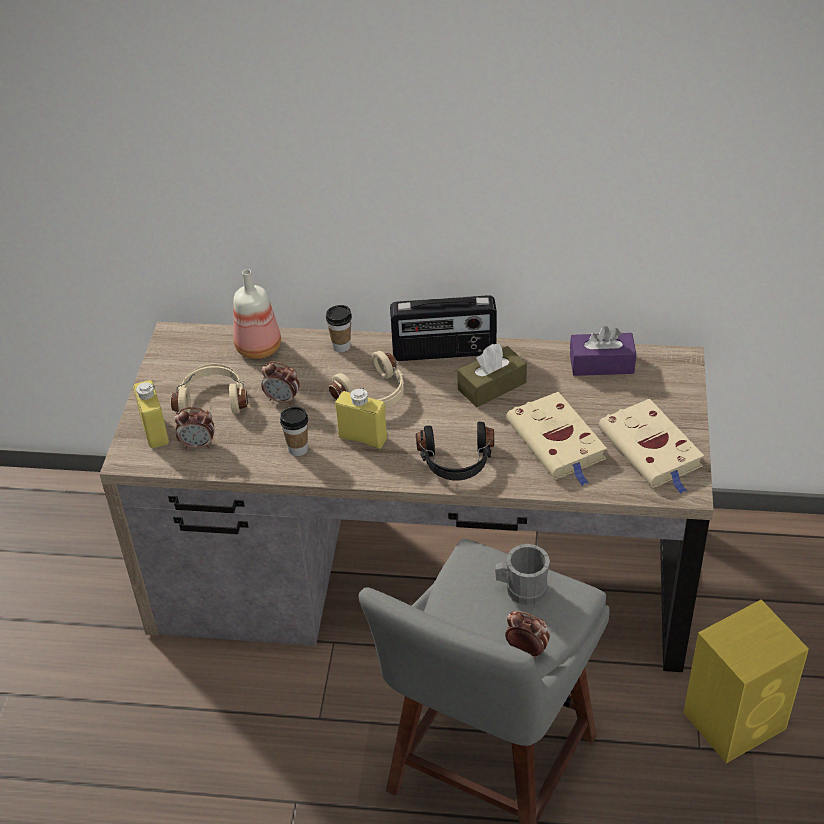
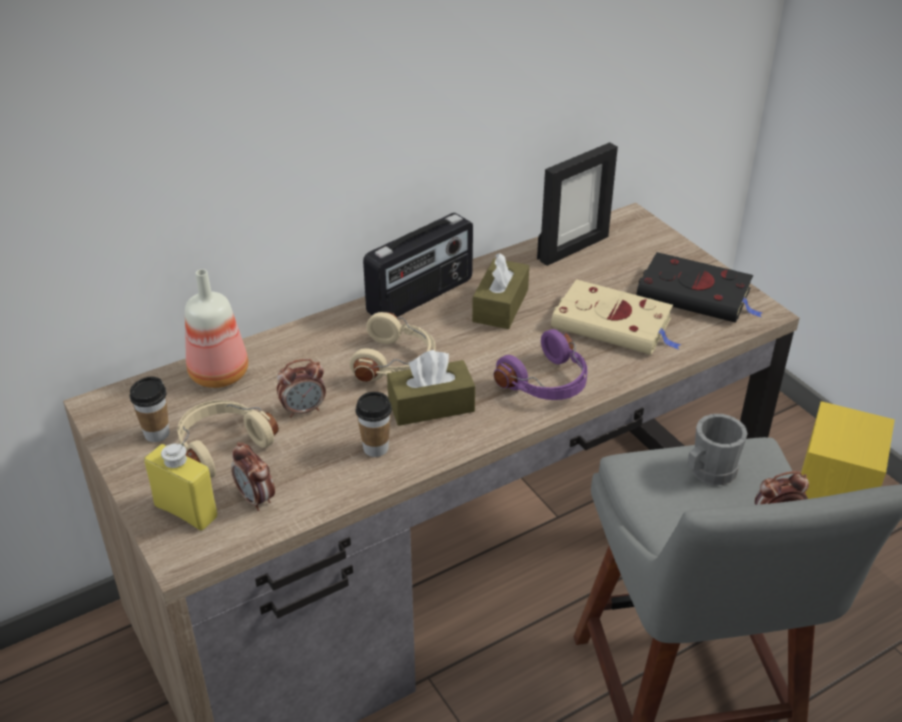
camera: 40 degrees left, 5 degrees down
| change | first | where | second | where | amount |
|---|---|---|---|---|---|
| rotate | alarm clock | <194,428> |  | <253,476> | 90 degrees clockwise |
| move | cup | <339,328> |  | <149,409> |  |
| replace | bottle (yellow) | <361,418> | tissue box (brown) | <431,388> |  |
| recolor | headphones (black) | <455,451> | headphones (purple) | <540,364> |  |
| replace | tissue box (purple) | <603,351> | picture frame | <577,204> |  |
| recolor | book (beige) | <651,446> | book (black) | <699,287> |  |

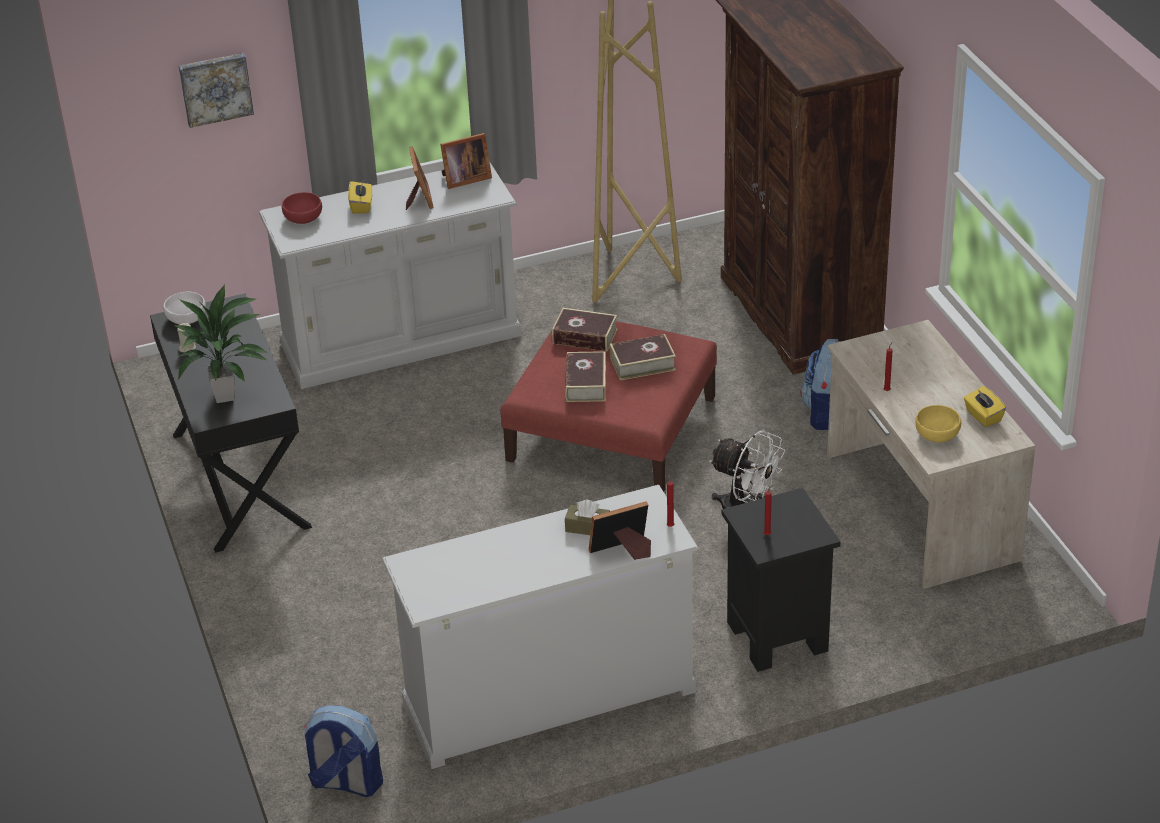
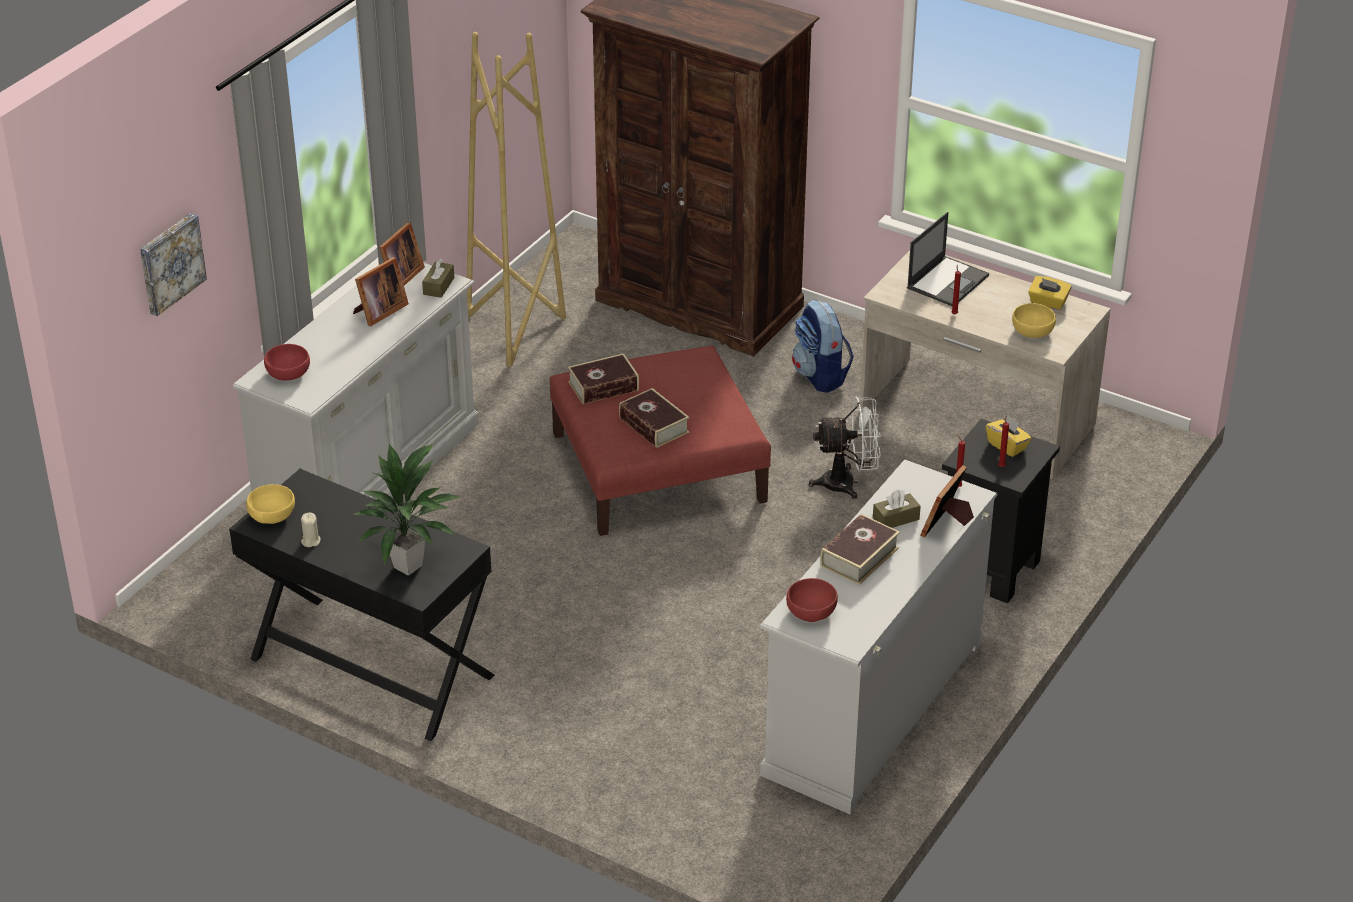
camera: 40 degrees left, 0 degrees up
| change | first | where | second | where | amount |
|---|---|---|---|---|---|
| recolor | bowl (white) | <184,308> | bowl (yellow) | <270,504> |  |
| delete | backpack | <343,751> |  |  |  |
| move | tissue box (yellow) | <360,196> |  | <1008,436> |  |
| rotate | picture frame | <420,178> |  | <381,291> | 90 degrees clockwise |
| move | book | <643,357> |  | <860,549> |  |
| insert |  |  | tissue box (brown) | <438,278> |  |
| insert |  |  | bowl (red) | <812,600> |  |
| insert |  |  | laptop | <948,259> |  |

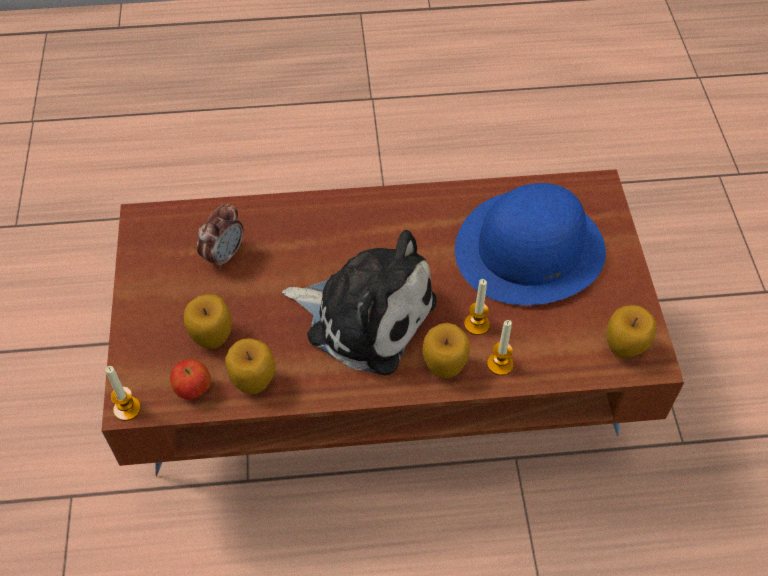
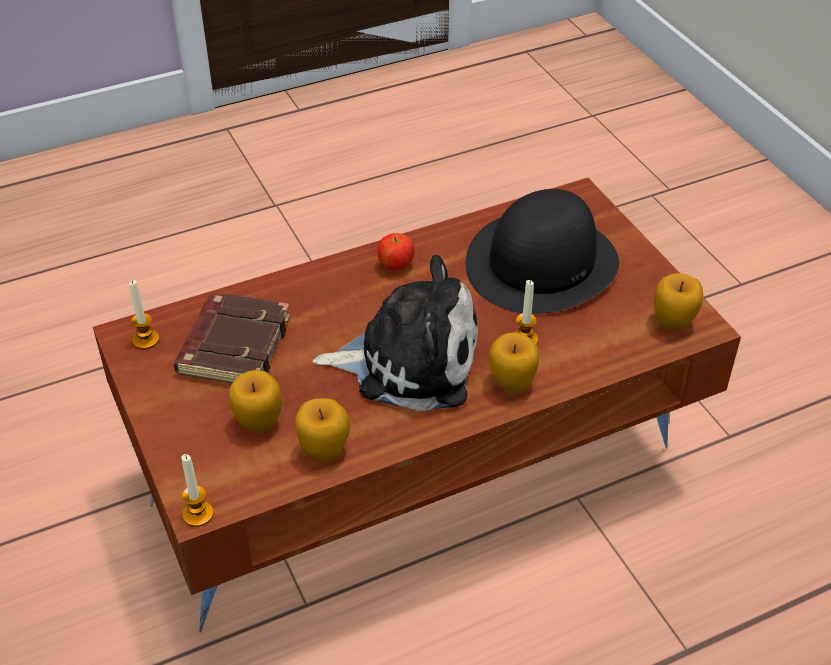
camera: 20 degrees left, 10 degrees down
| change | first | where | second | where | amount |
|---|---|---|---|---|---|
| move | apple | <190,379> |  | <396,251> |  |
| replace | alarm clock | <220,236> | book (brown) | <232,338> |  |
| recolor | hat (blue) | <530,244> | hat (black) | <542,251> |  |
| move | candle | <500,348> |  | <144,314> |  |

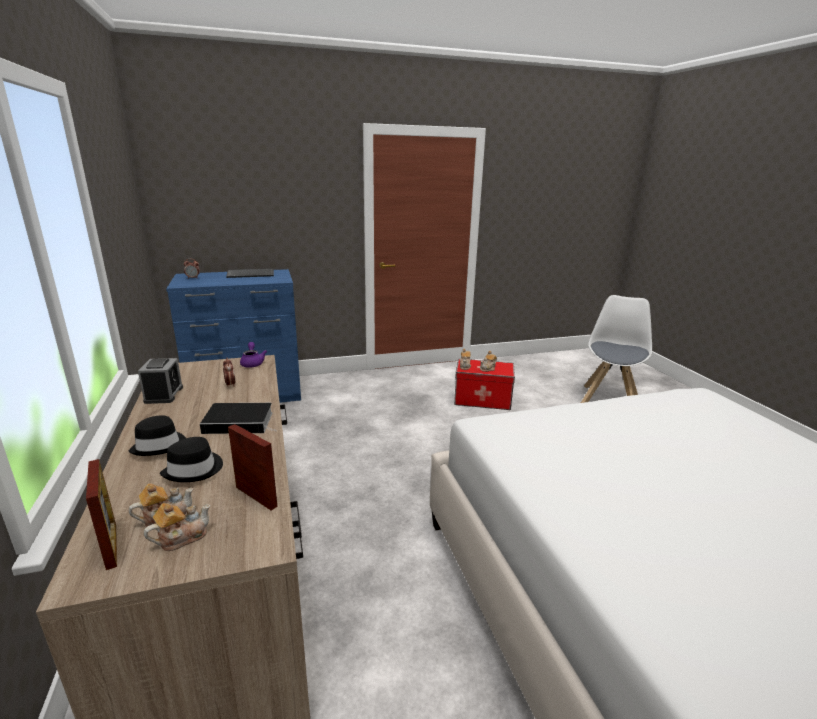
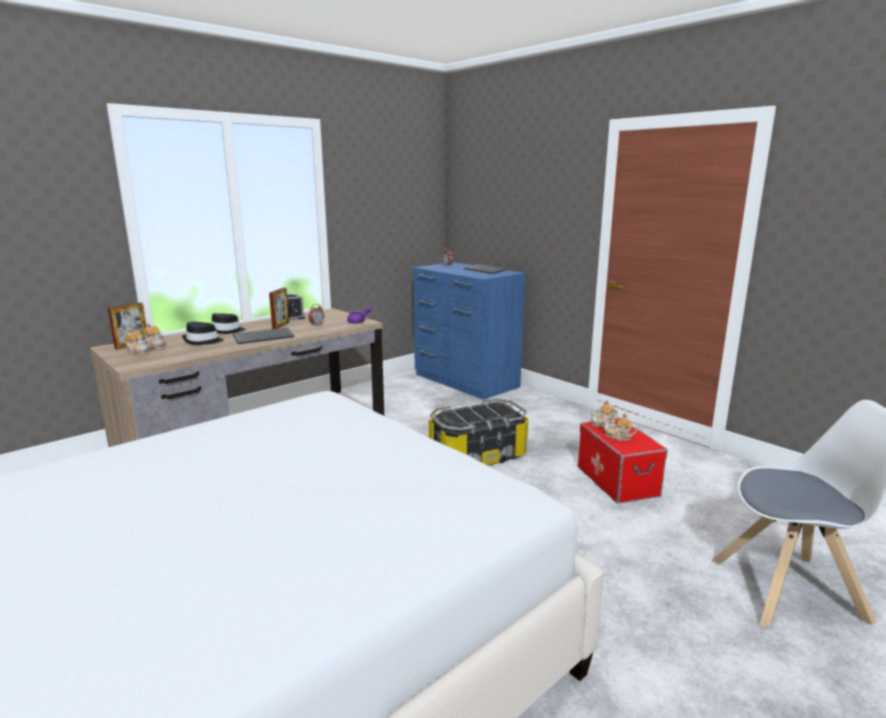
camera: 65 degrees right, 5 degrees down
| change | first | where | second | where | amount |
|---|---|---|---|---|---|
| replace | book | <237,418> | keyboard | <263,336> |  |
| move | picture frame | <253,467> |  | <279,308> |  |
| insert |  |  | storage box | <478,432> |  |

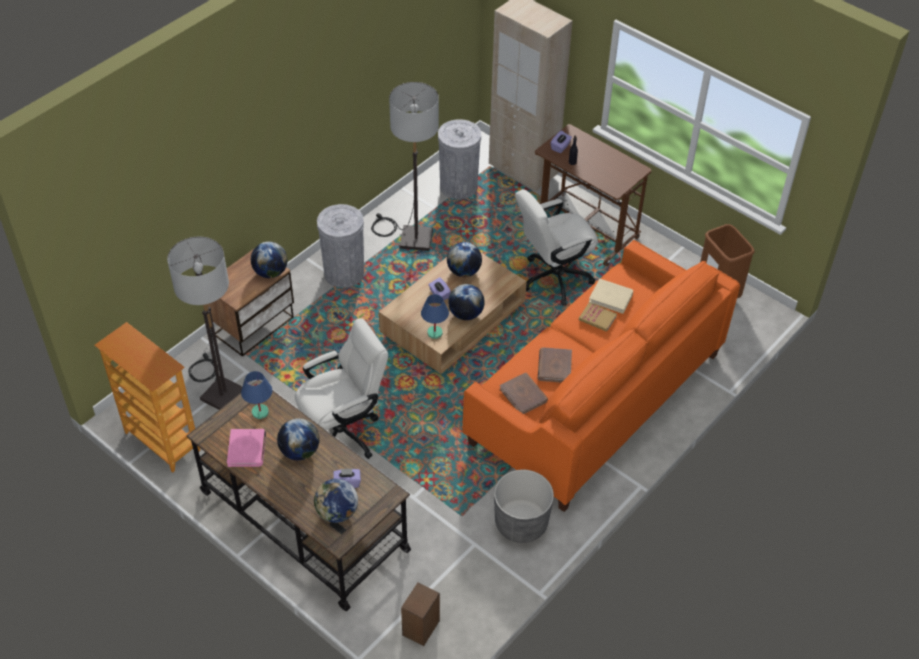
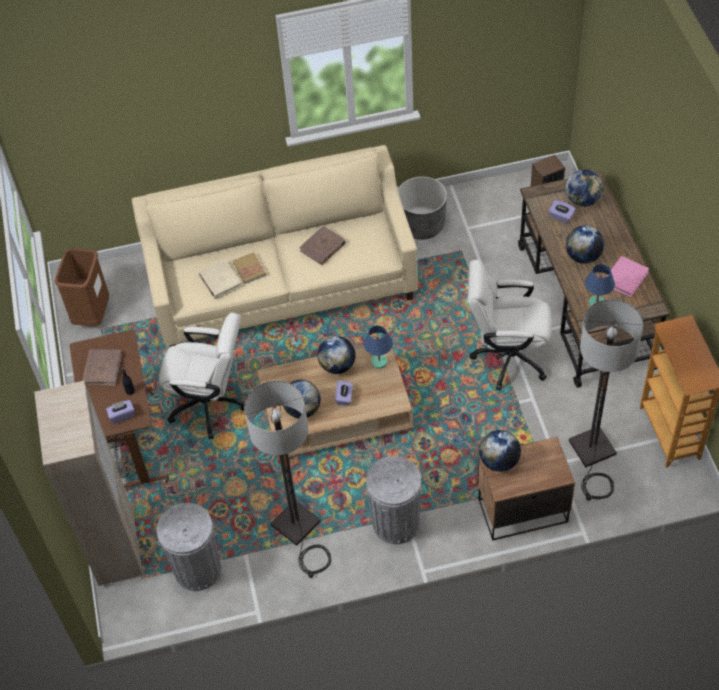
camera: 140 degrees left, 5 degrees up
| change | first | where | second | where | amount |
|---|---|---|---|---|---|
| recolor | sofa (orange) | <601,376> | sofa (beige) | <275,246> |  |
| move | book (brown) | <524,393> |  | <102,367> |  |

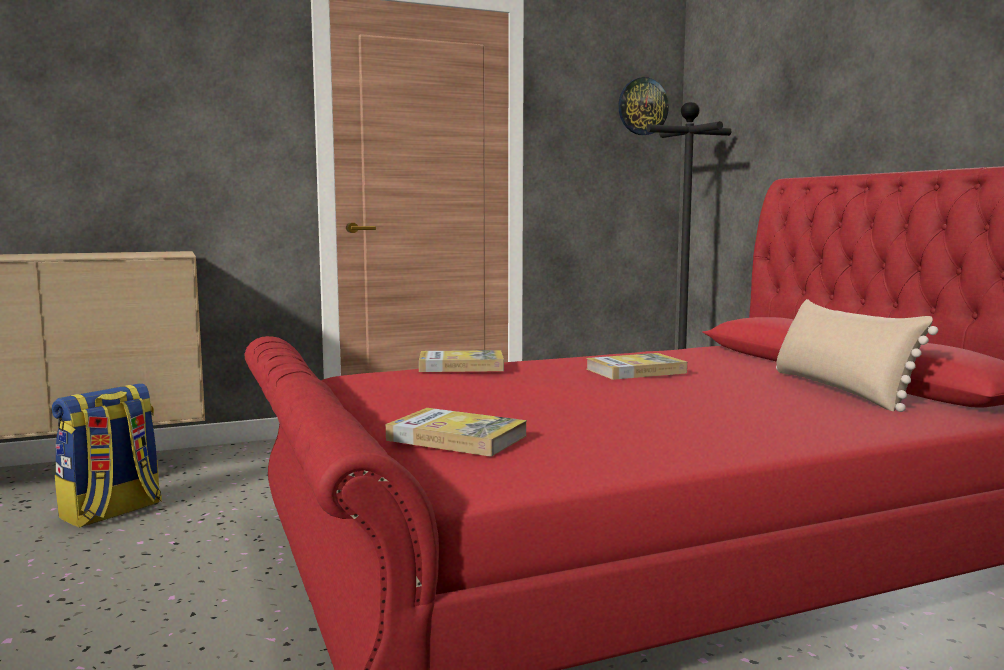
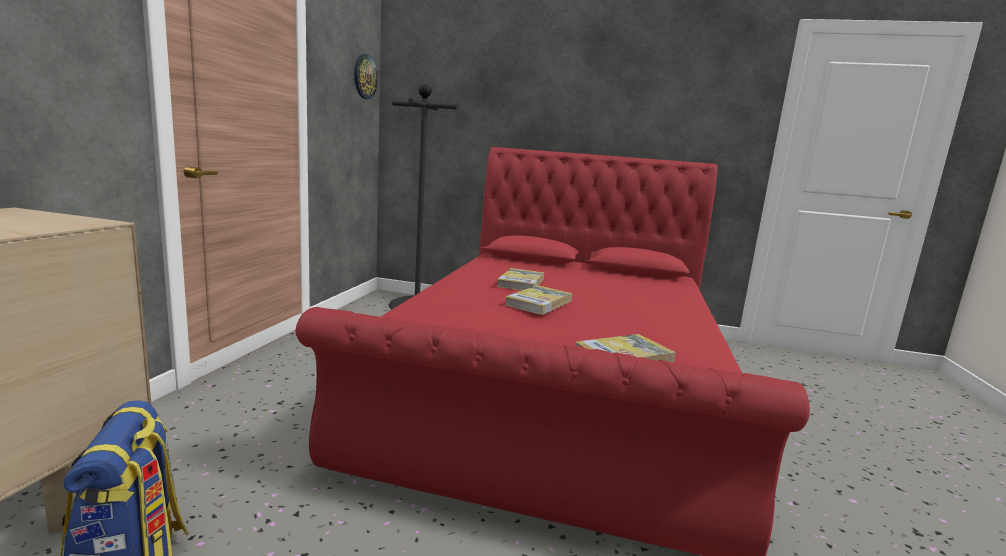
camera: 55 degrees left, 5 degrees up
| change | first | where | second | where | amount |
|---|---|---|---|---|---|
| move | book | <461,361> |  | <538,300> |  |
| delete | pillow (beige) | <857,355> |  |  |  |

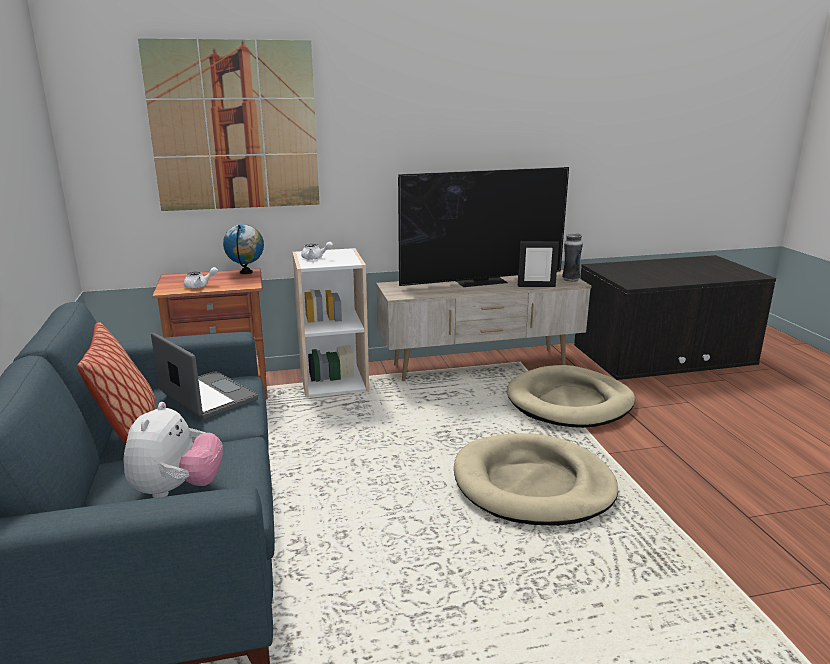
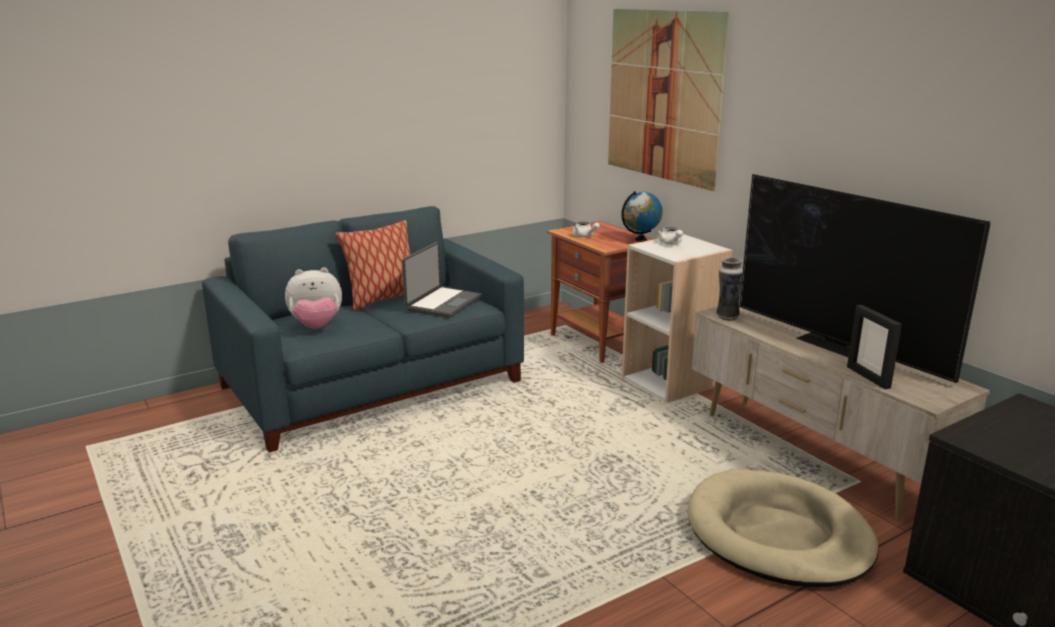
camera: 70 degrees right, 0 degrees up
| change | first | where | second | where | amount |
|---|---|---|---|---|---|
| delete | dog bed (beige) | <536,479> |  |  |  |
| move | vase | <572,257> |  | <729,289> |  |

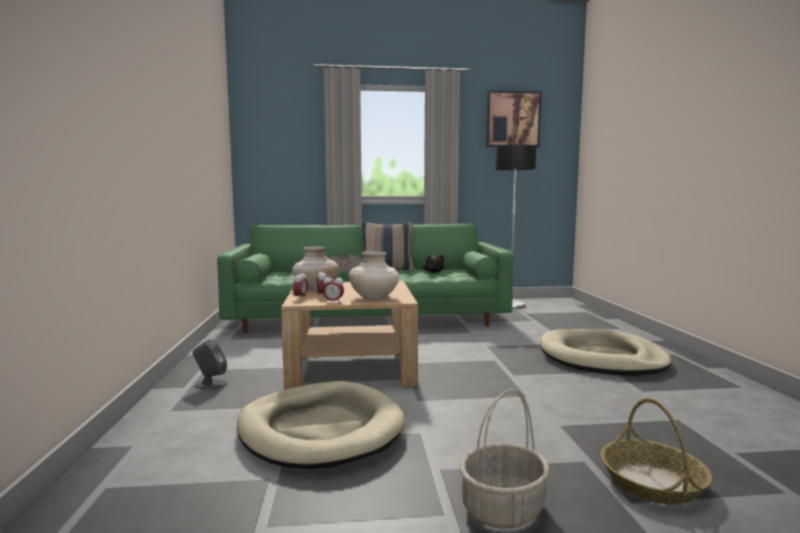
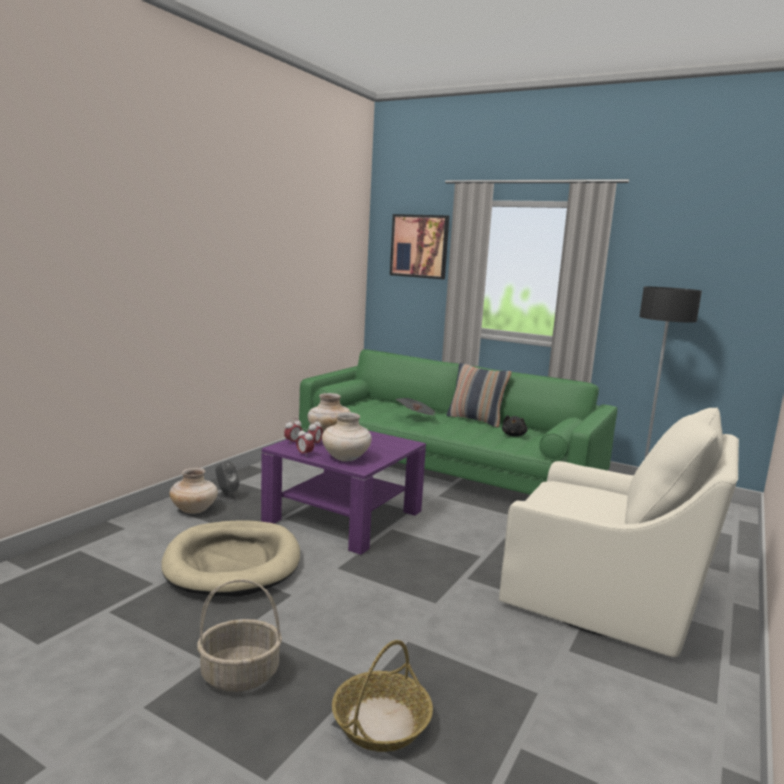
camera: 35 degrees right, 5 degrees up
| change | first | where | second | where | amount |
|---|---|---|---|---|---|
| recolor | coffee table (brown) | <349,335> | coffee table (purple) | <343,493> |  |
| move | picture | <514,119> |  | <419,246> |  |
| replace | dog bed (beige) | <606,352> | armchair (beige) | <619,532> |  |
| insert |  |  | vase (beige) | <194,491> |  |

